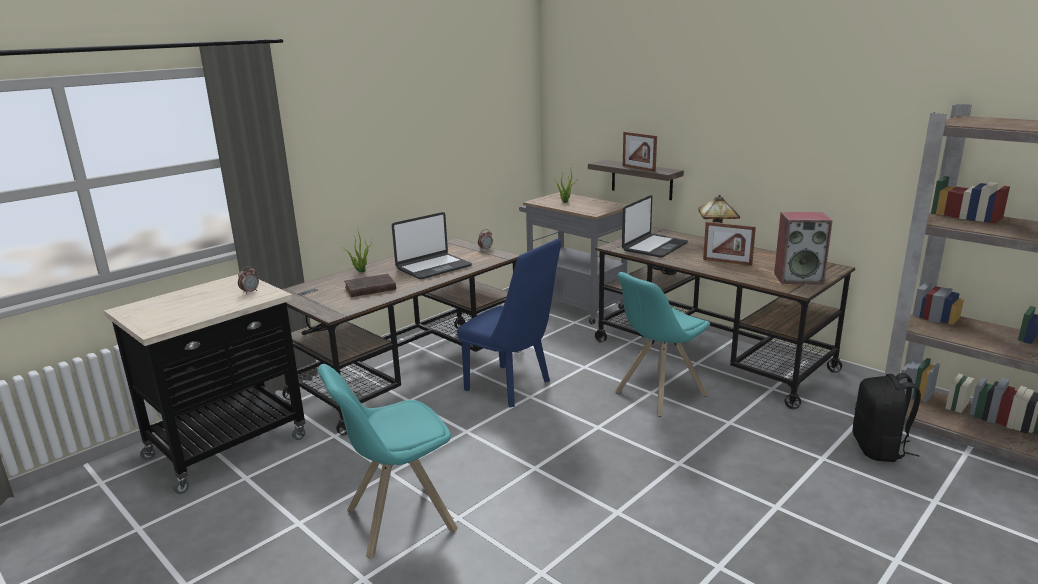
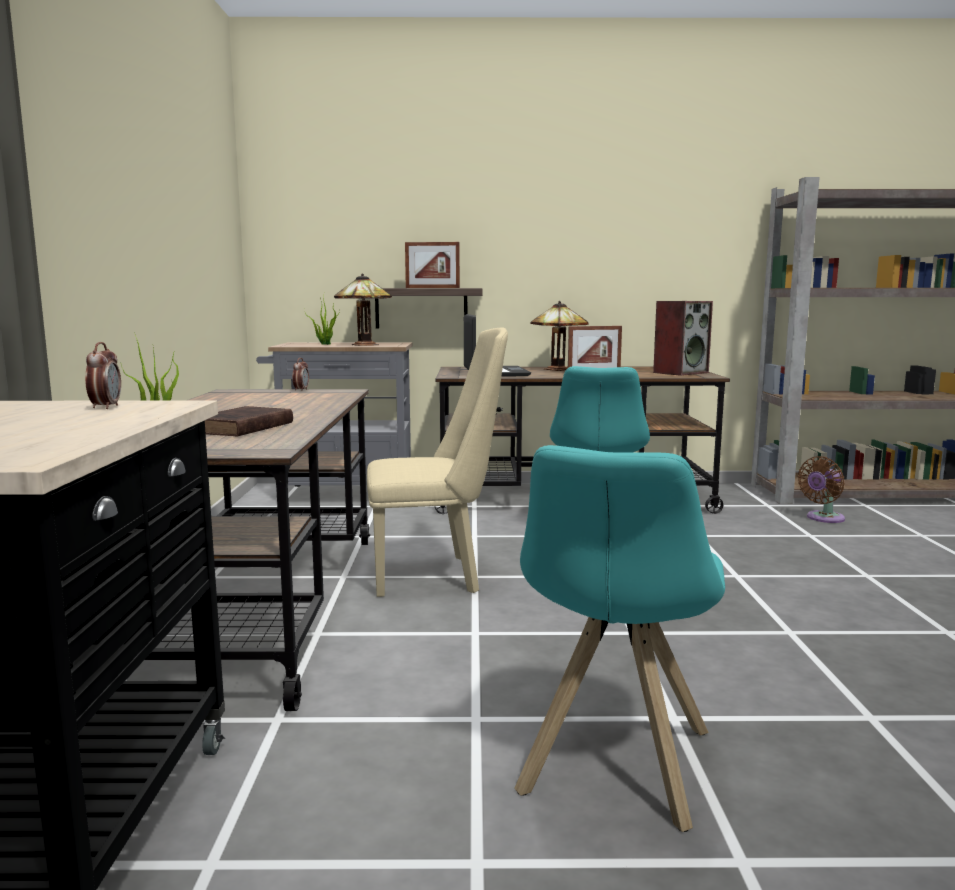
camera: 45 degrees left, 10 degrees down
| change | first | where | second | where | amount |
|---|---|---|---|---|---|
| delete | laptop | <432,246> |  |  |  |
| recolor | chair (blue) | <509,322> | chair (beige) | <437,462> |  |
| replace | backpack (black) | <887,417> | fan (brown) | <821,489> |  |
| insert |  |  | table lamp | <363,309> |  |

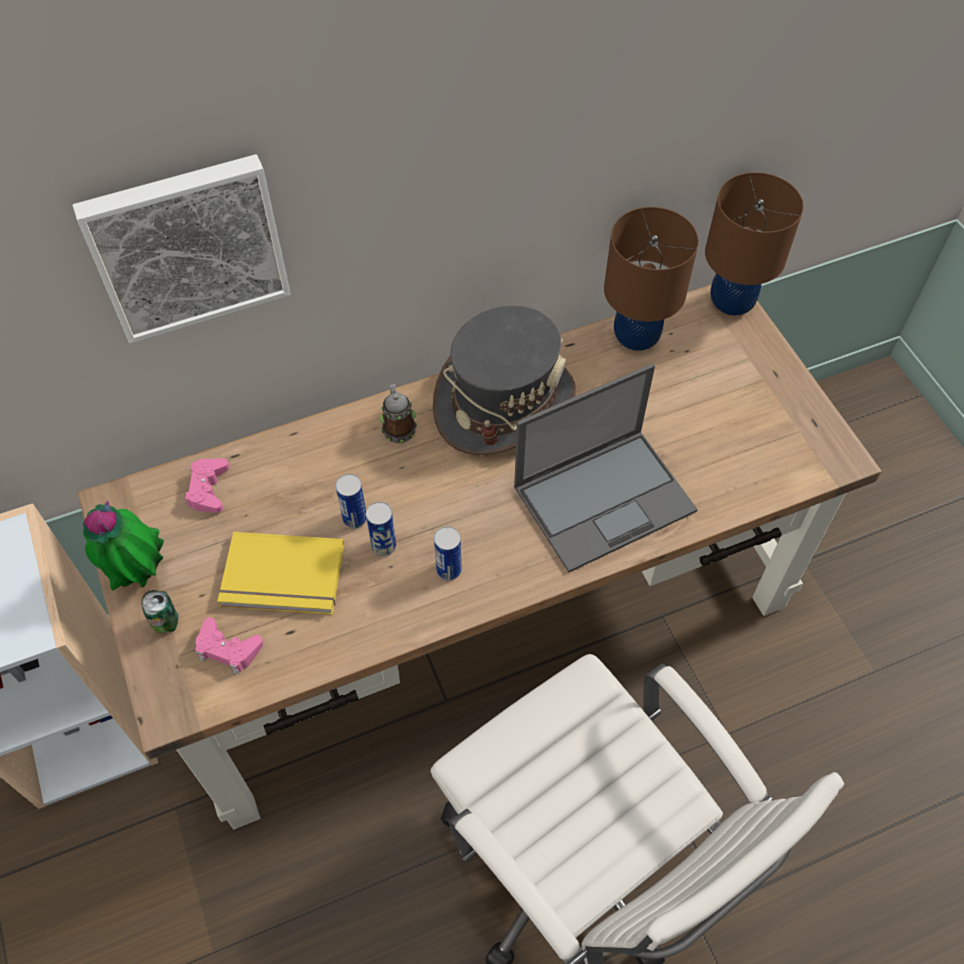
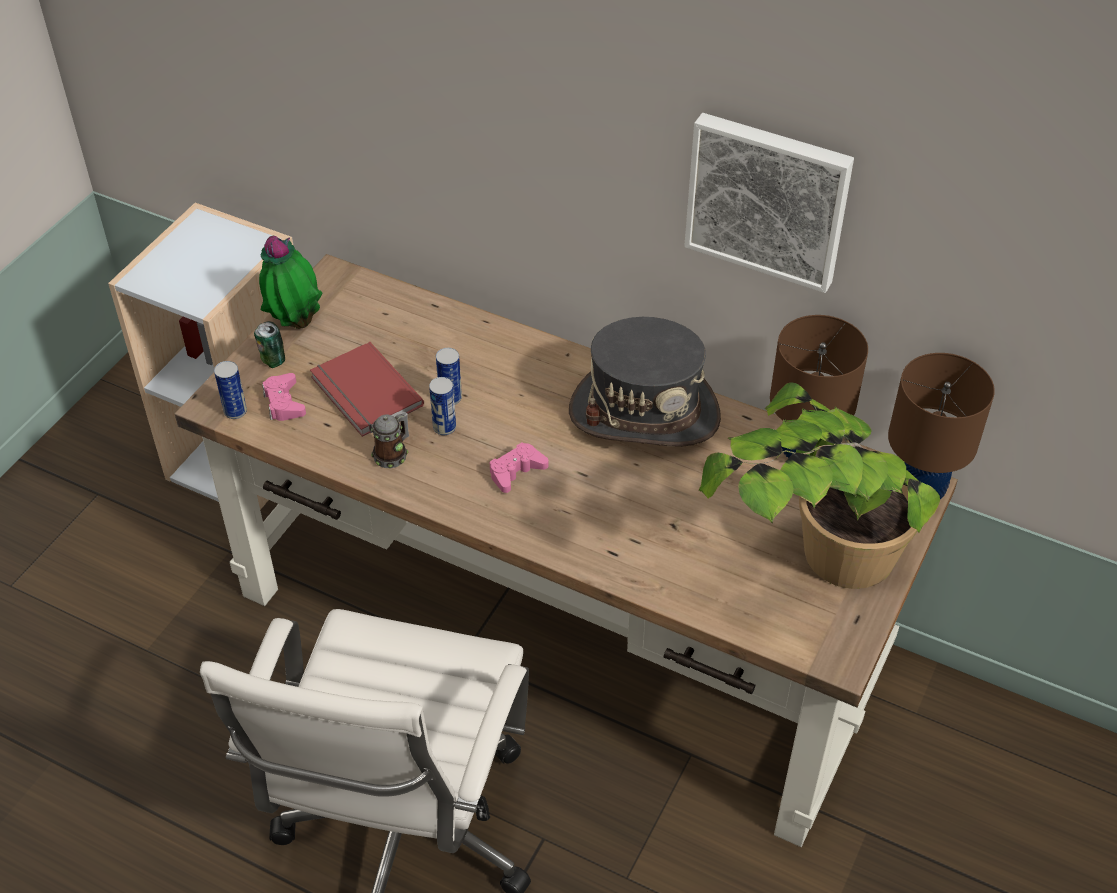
camera: 50 degrees right, 10 degrees down
| change | first | where | second | where | amount |
|---|---|---|---|---|---|
| move | picture | <181,248> |  | <769,203> |  |
| move | game controller (pink) | <207,485> |  | <519,467> |  |
| recolor | book (yellow) | <280,573> | book (red) | <367,389> |  |
| move | mug | <398,413> |  | <390,439> |  |
| move | can | <448,554> |  | <230,390> |  |
| delete | laptop | <606,468> |  |  |  |
| insert |  |  | potted plant | <819,485> |  |

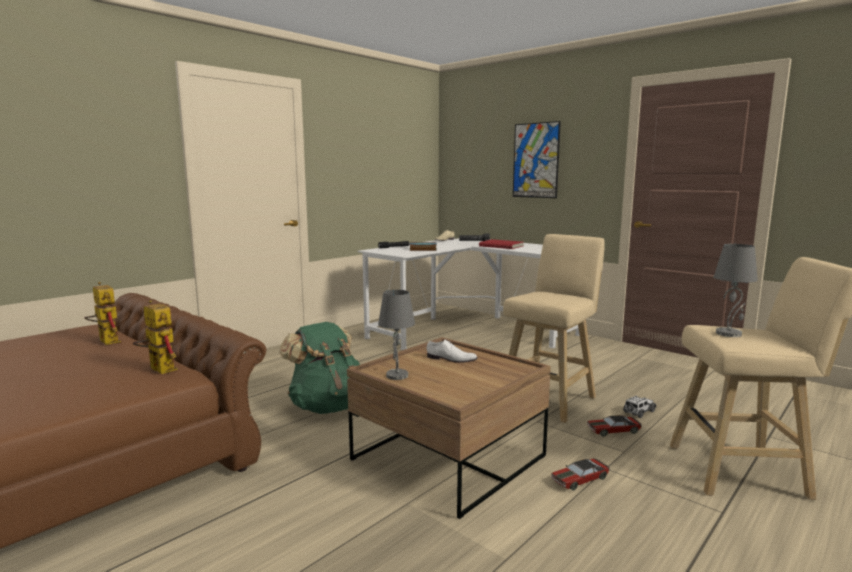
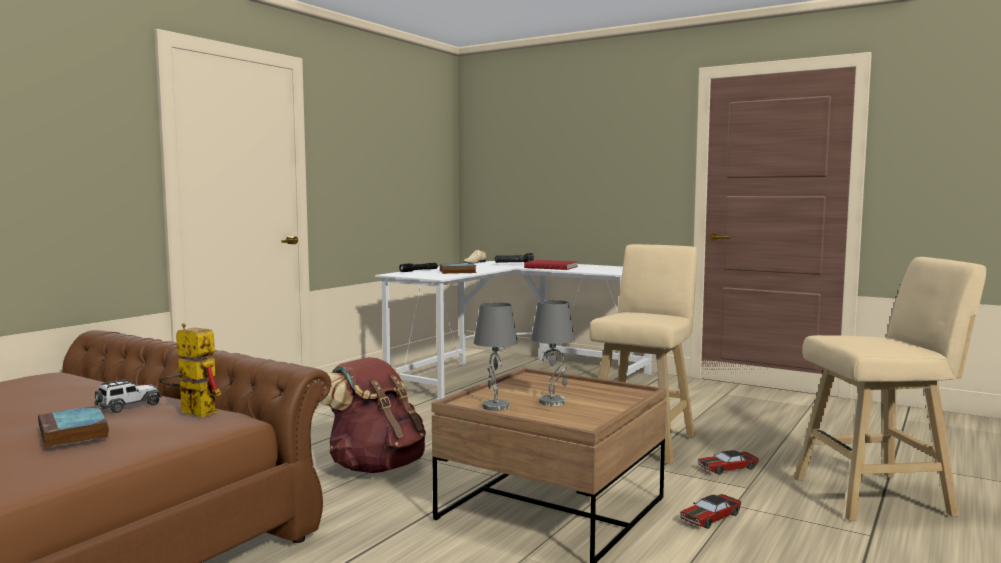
camera: 10 degrees left, 5 degrees down
| change | first | where | second | where | amount |
|---|---|---|---|---|---|
| delete | toy robot | <103,313> |  |  |  |
| recolor | backpack (green) | <319,368> | backpack (brown) | <373,415> |  |
| delete | shoe (white) | <452,351> |  |  |  |
| delete | picture | <537,159> |  |  |  |
| move | toy car | <639,406> |  | <128,396> |  |
| move | table lamp (grey) | <736,290> |  | <553,353> |  |
| insert |  |  | book | <73,427> |  |

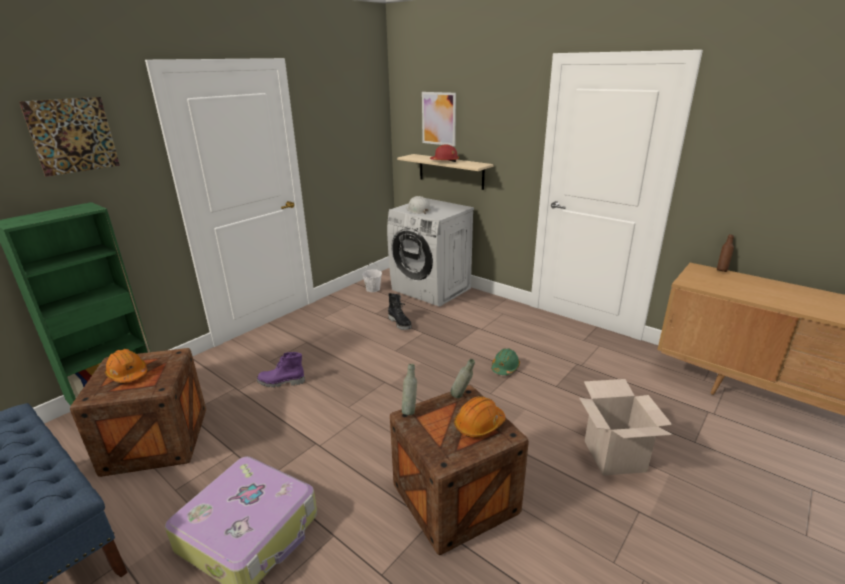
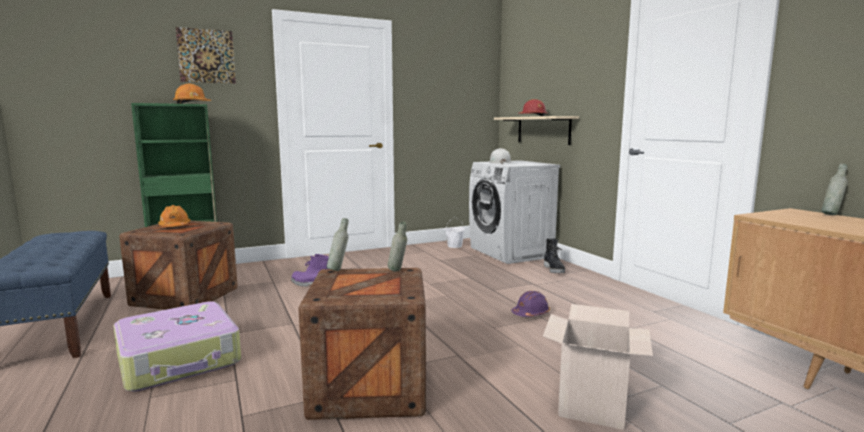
camera: 25 degrees right, 15 degrees down
| change | first | where | second | where | amount |
|---|---|---|---|---|---|
| move | boot (black) | <400,311> |  | <554,255> |  |
| delete | picture | <439,119> |  |  |  |
| move | hard hat (orange) | <480,416> |  | <192,94> |  |
| recolor | hard hat (green) | <505,361> | hard hat (purple) | <530,304> |  |
| recolor | bottle (brown) | <725,253> | bottle (grey) | <834,189> |  |

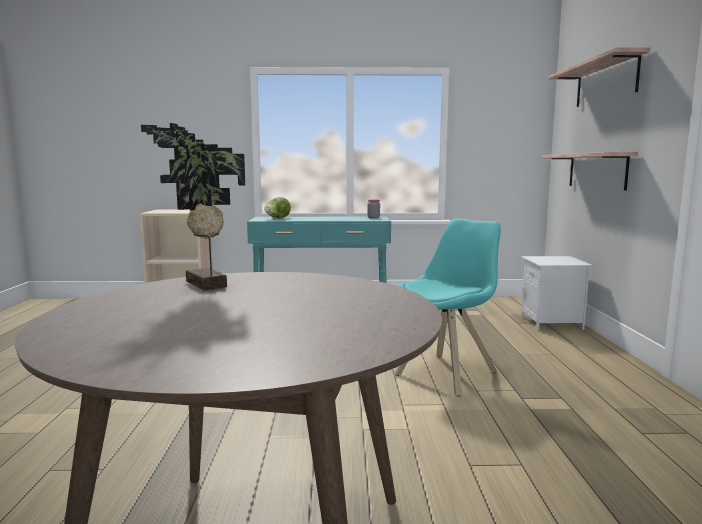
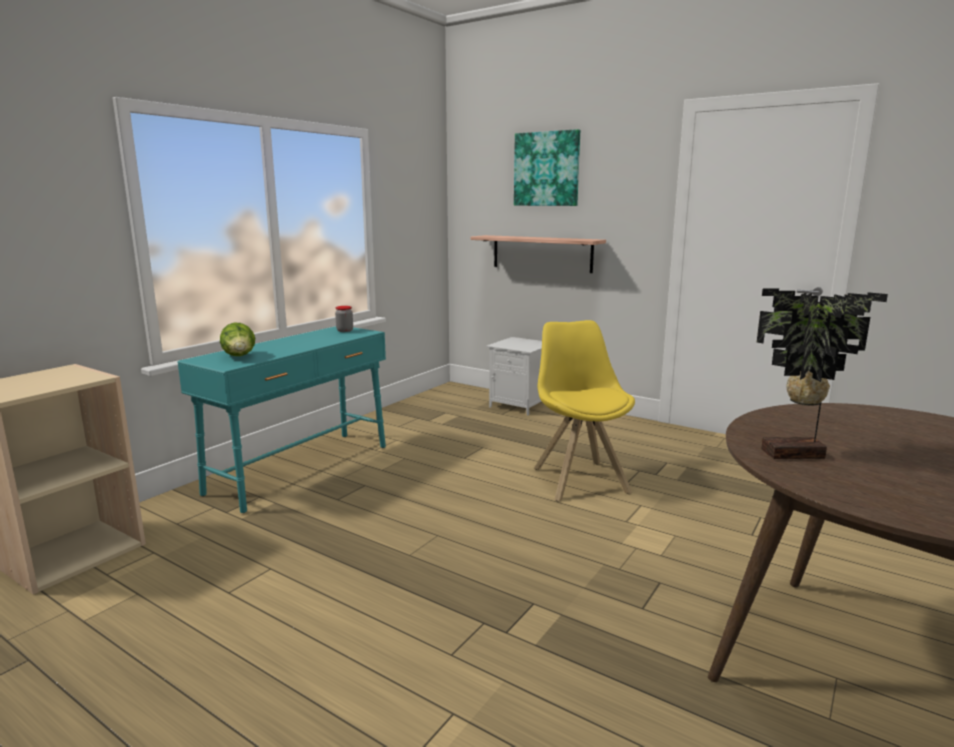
camera: 55 degrees left, 5 degrees up
| change | first | where | second | where | amount |
|---|---|---|---|---|---|
| recolor | chair (turquoise) | <448,307> | chair (yellow) | <584,411> |  |
| replace | shelf | <599,77> | picture | <547,167> |  |

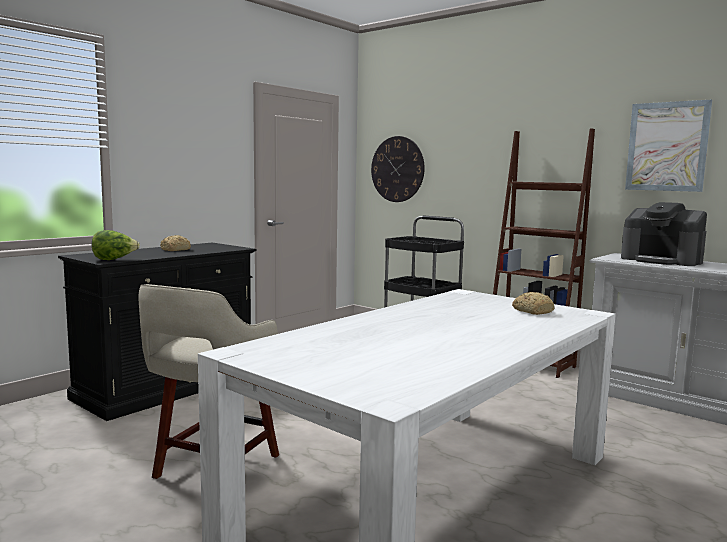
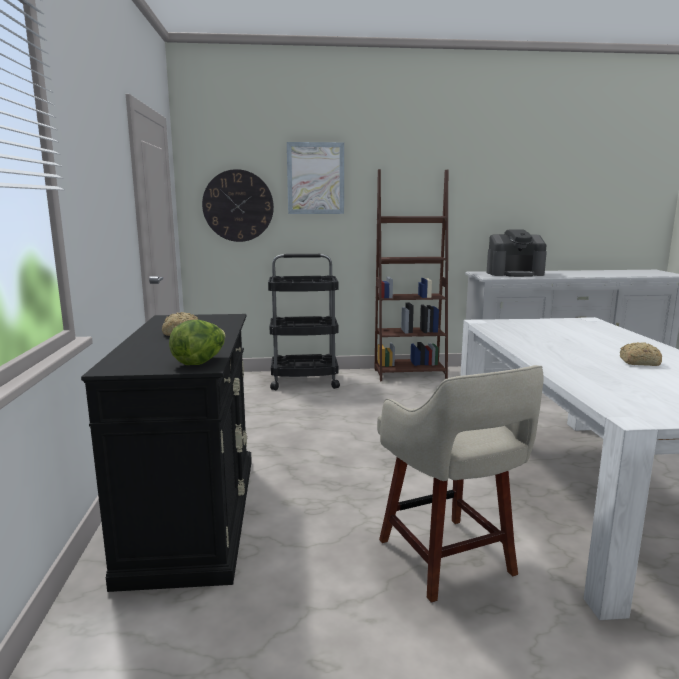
camera: 45 degrees left, 5 degrees up
| change | first | where | second | where | amount |
|---|---|---|---|---|---|
| move | bread | <533,303> |  | <641,354> |  |
| move | picture | <668,146> |  | <315,178> |  |

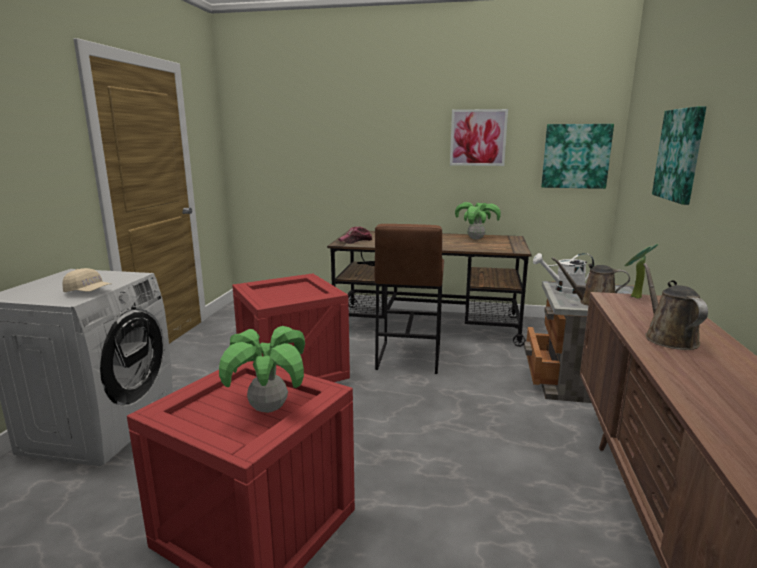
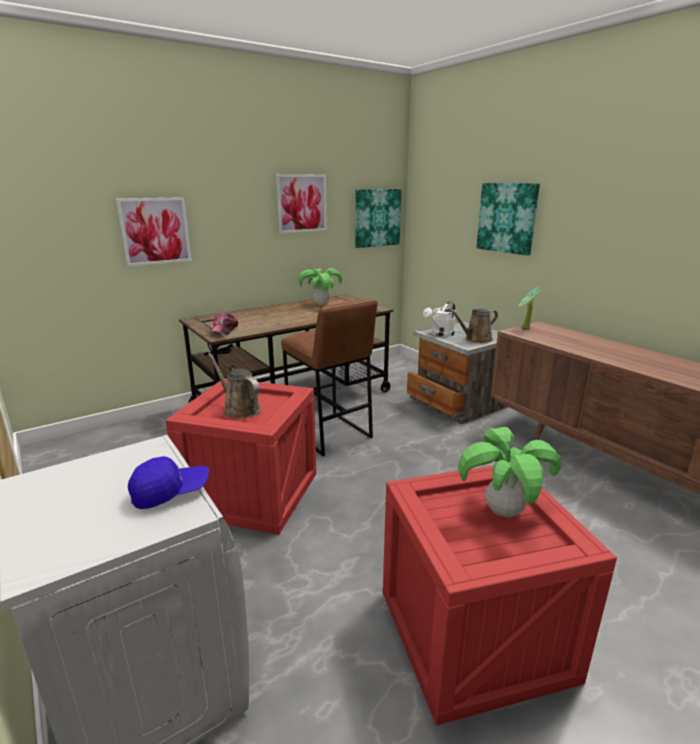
camera: 45 degrees left, 5 degrees up
| change | first | where | second | where | amount |
|---|---|---|---|---|---|
| recolor | cap (beige) | <87,280> | cap (blue) | <168,482> |  |
| move | watering can (brown) | <675,306> |  | <234,386> |  |
| insert |  |  | picture | <154,231> |  |

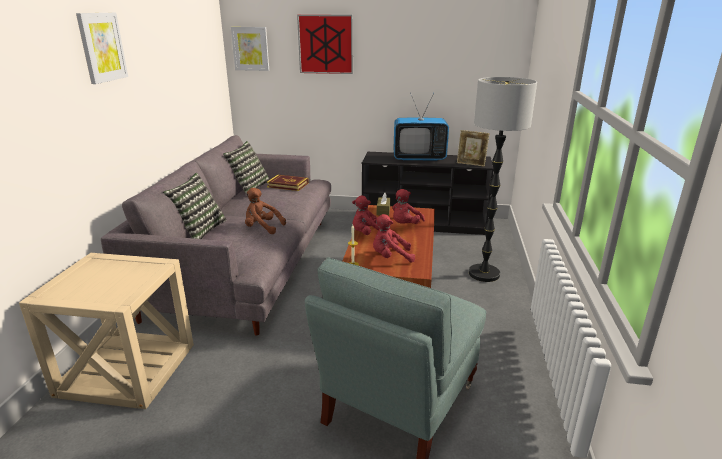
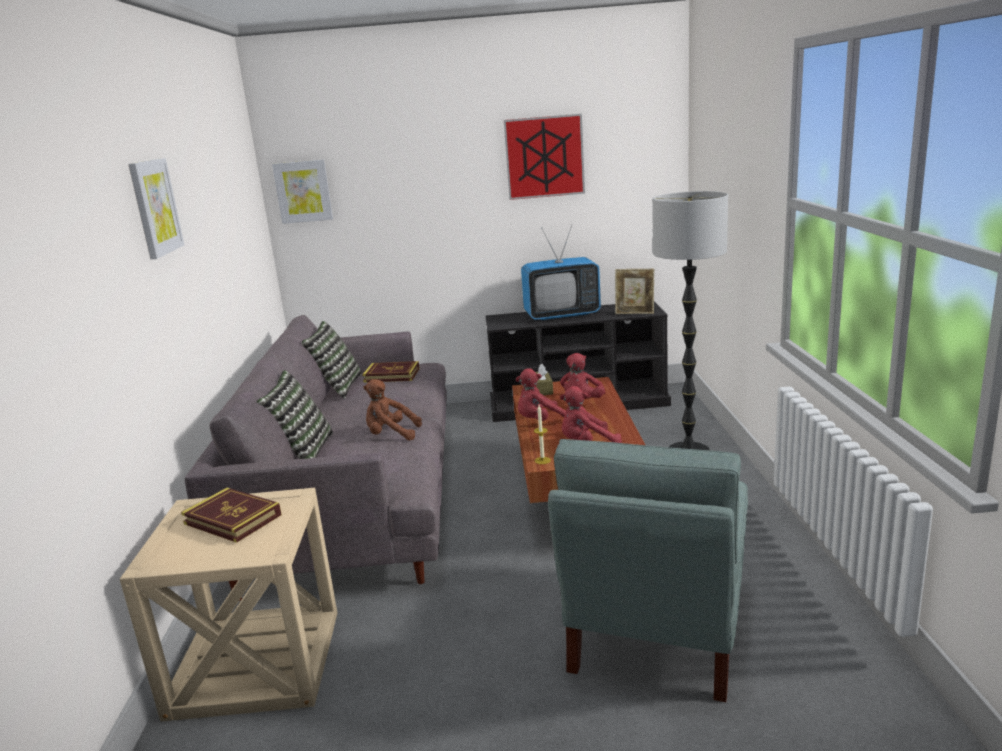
camera: 10 degrees left, 5 degrees down
| change | first | where | second | where | amount |
|---|---|---|---|---|---|
| move | picture | <325,44> |  | <544,157> |  |
| insert |  |  | book | <231,515> |  |

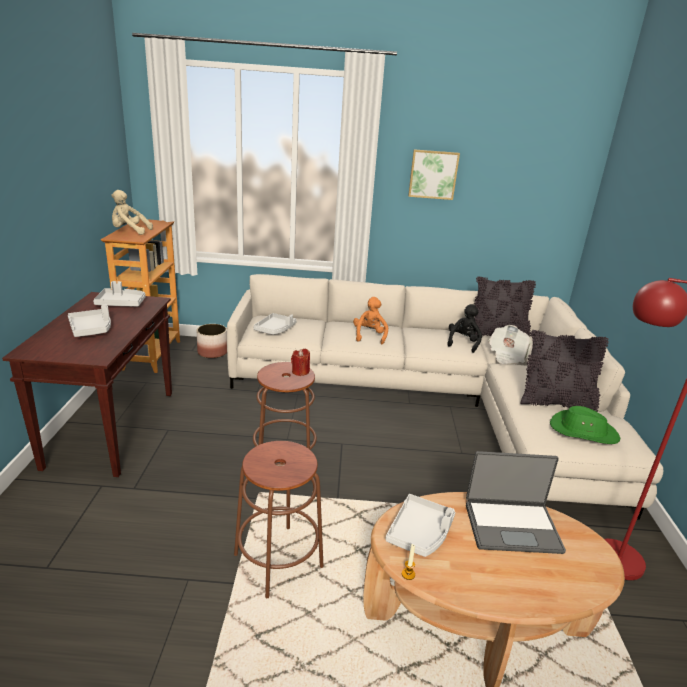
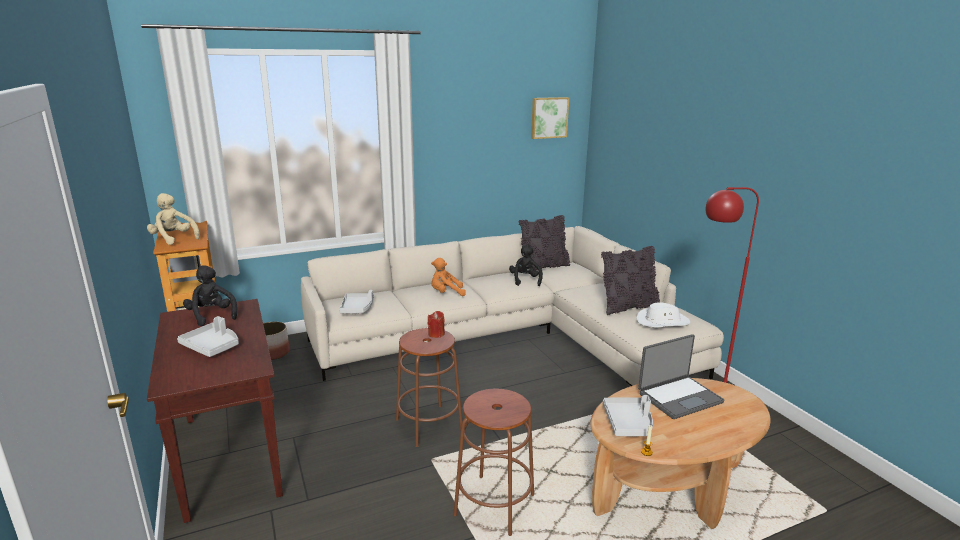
camera: 25 degrees left, 5 degrees down
| change | first | where | second | where | amount |
|---|---|---|---|---|---|
| replace | tray (grey) | <119,294> | plush toy (black) | <210,295> |  |
| rotate | plush toy (beige) | <132,212> |  | <173,219> | 60 degrees clockwise |
| rotate | plush toy (orange) | <370,321> |  | <448,277> | 75 degrees counterclockwise |
| move | picture | <434,174> |  | <550,118> |  |
| delete | newspaper | <510,344> |  |  |  |
| recolor | hat (green) | <585,425> | hat (white) | <663,315> |  |

